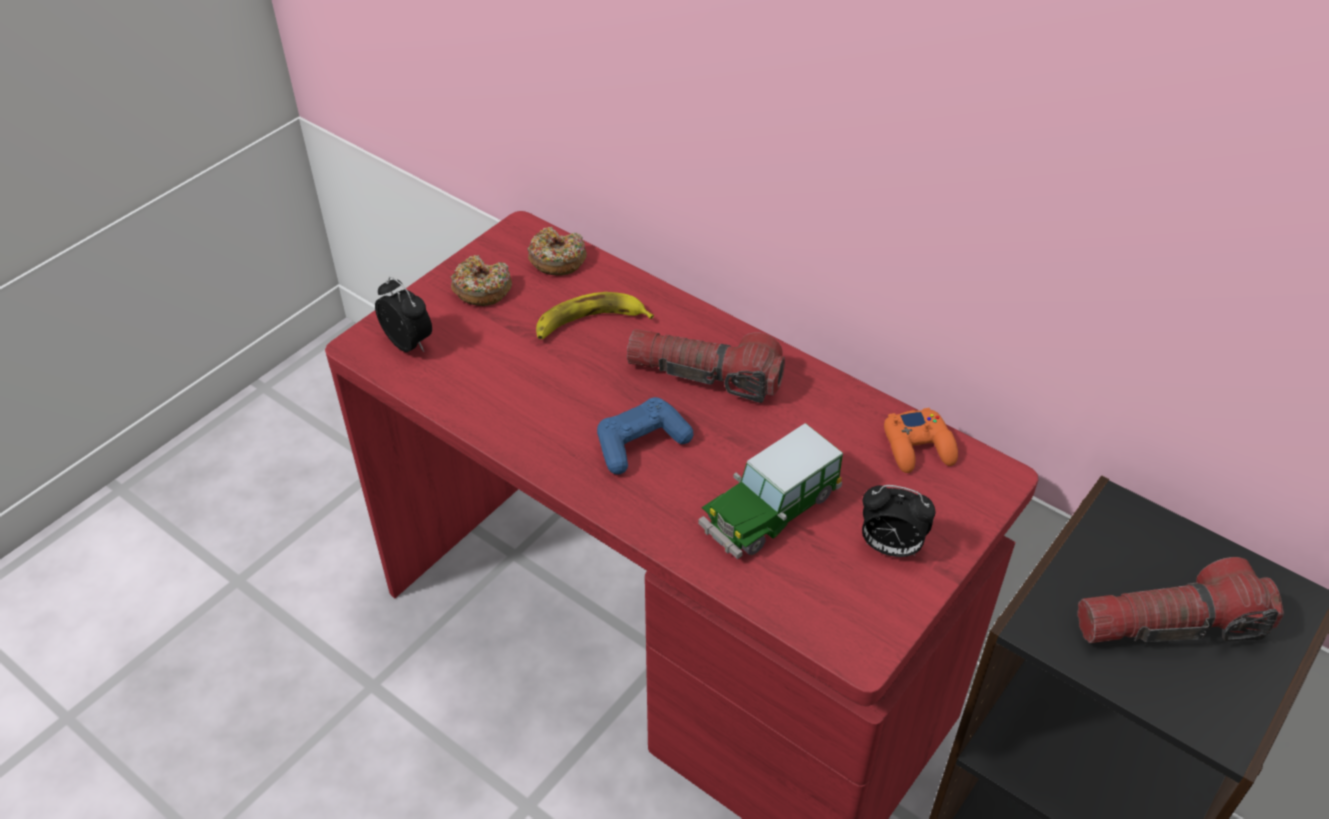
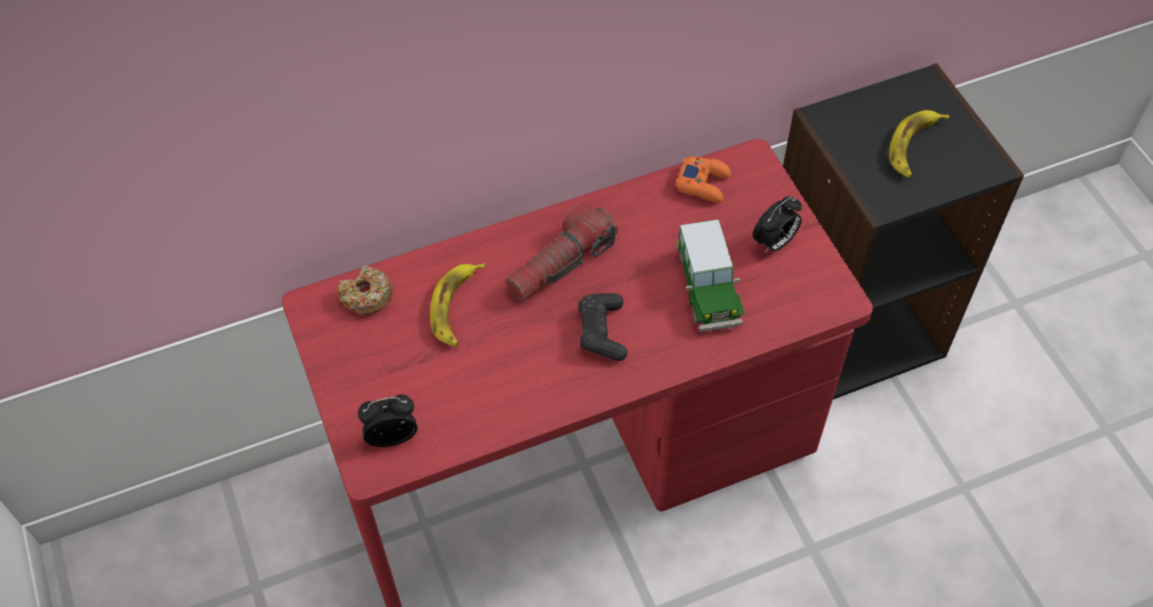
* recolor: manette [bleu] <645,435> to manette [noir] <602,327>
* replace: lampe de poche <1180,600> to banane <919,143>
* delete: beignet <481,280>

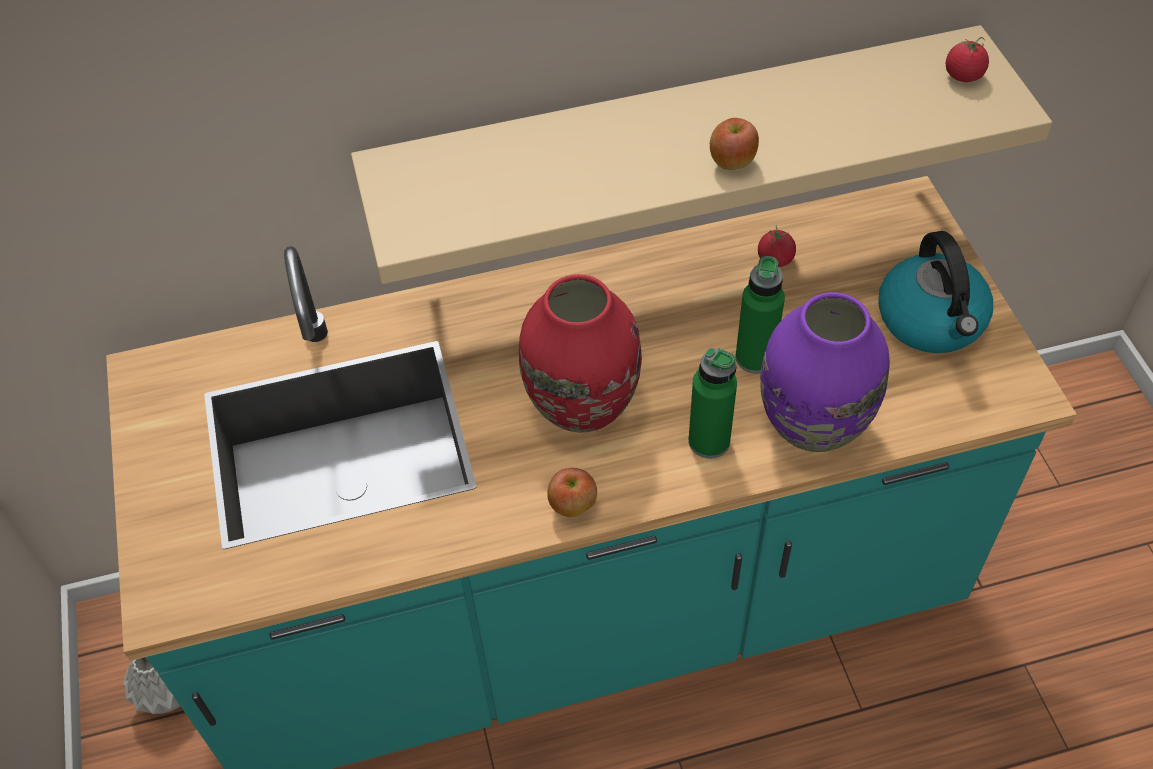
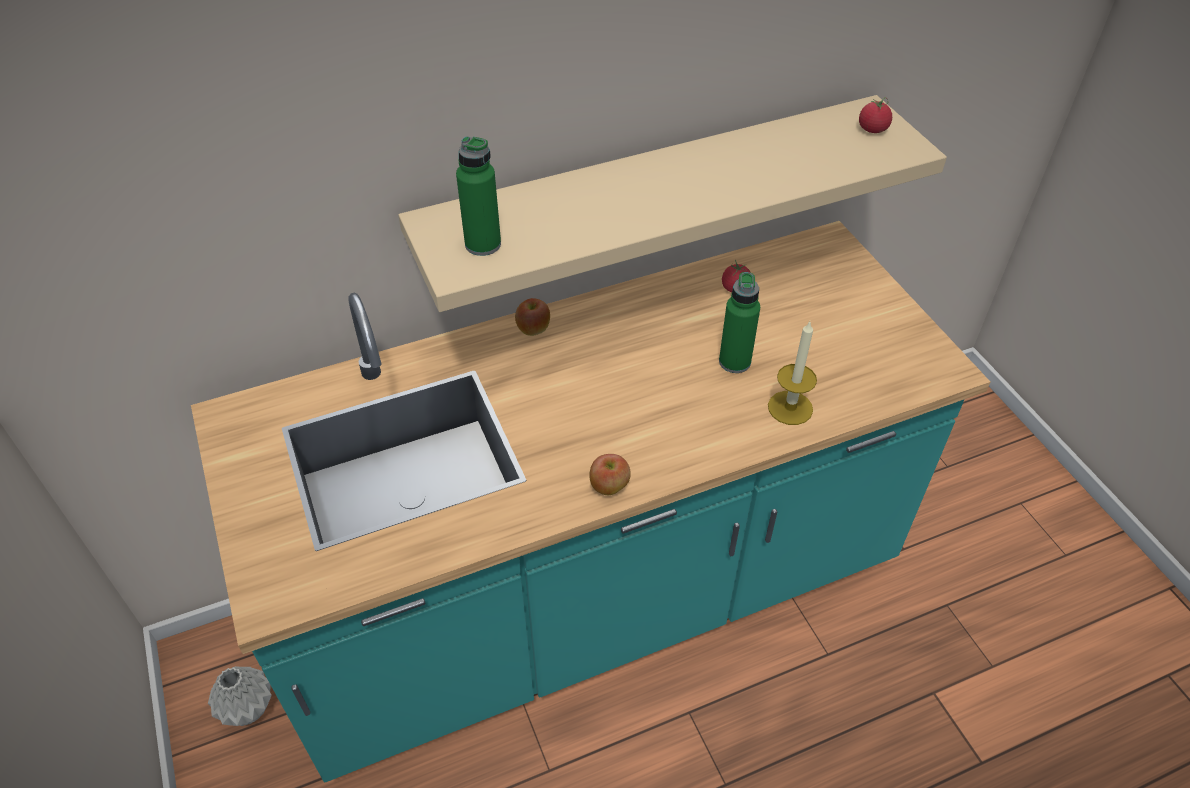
* move: bouteille [vert] <712,403> to <478,196>
* move: pomme <734,144> to <532,317>
* replace: vase [violet] <825,372> to bougie <792,373>
* delete: vase [rouge] <580,353>
* delete: bouilloire <935,292>

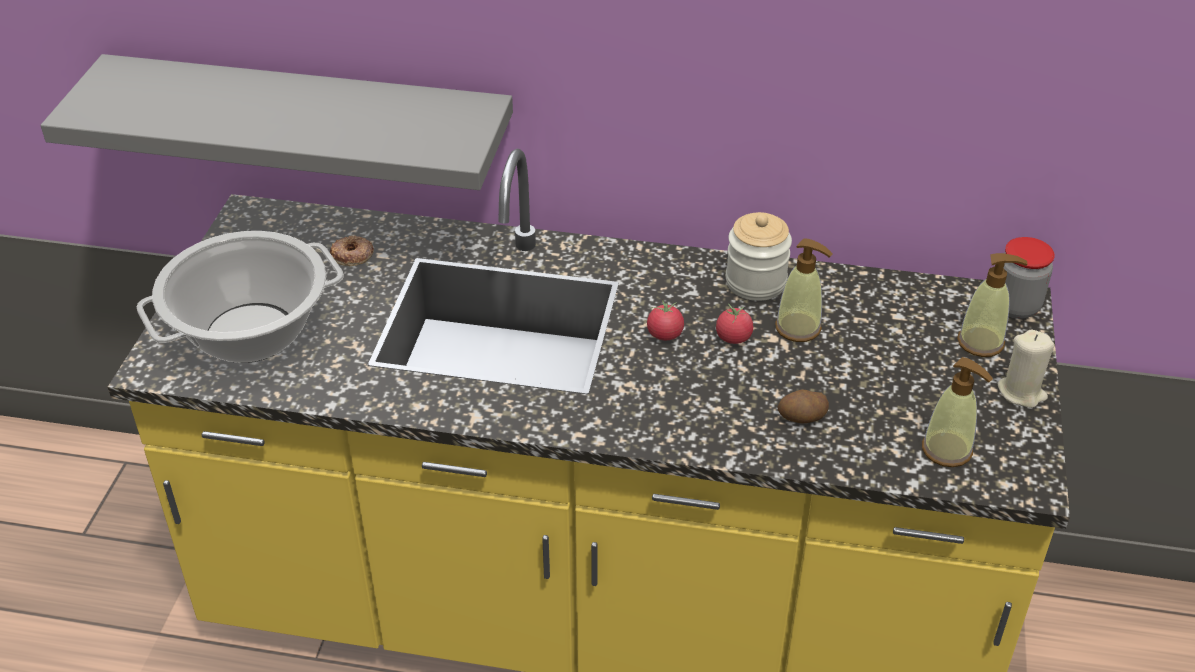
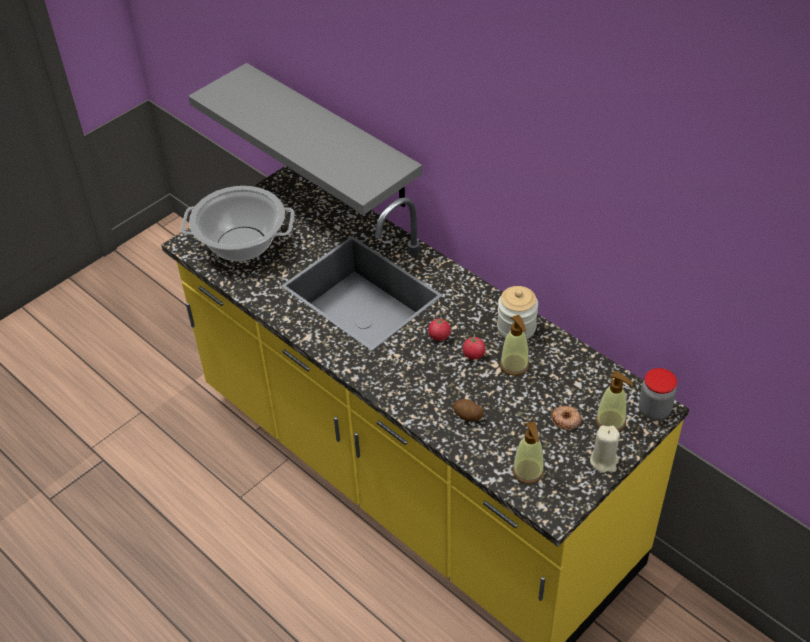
* move: beignet <352,251> to <566,418>

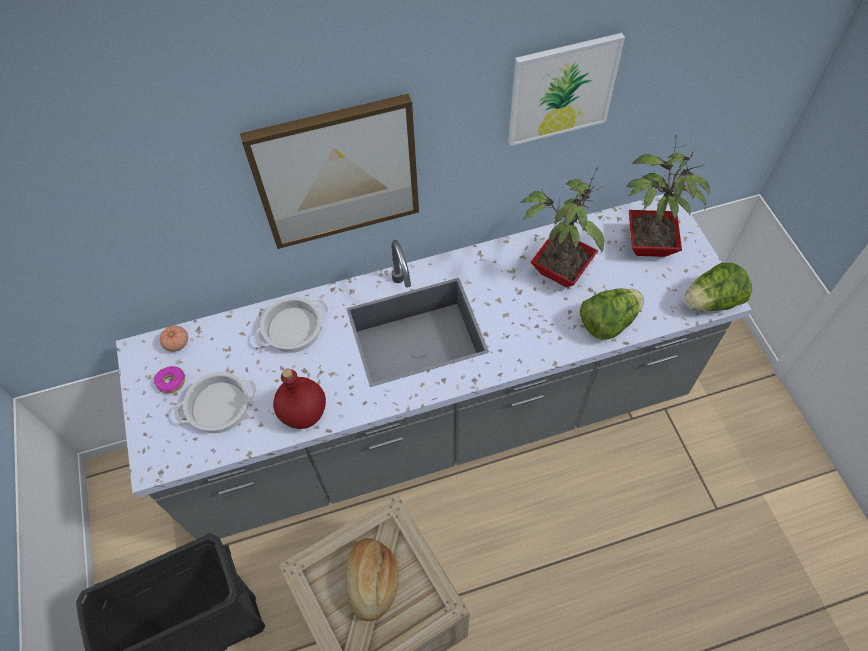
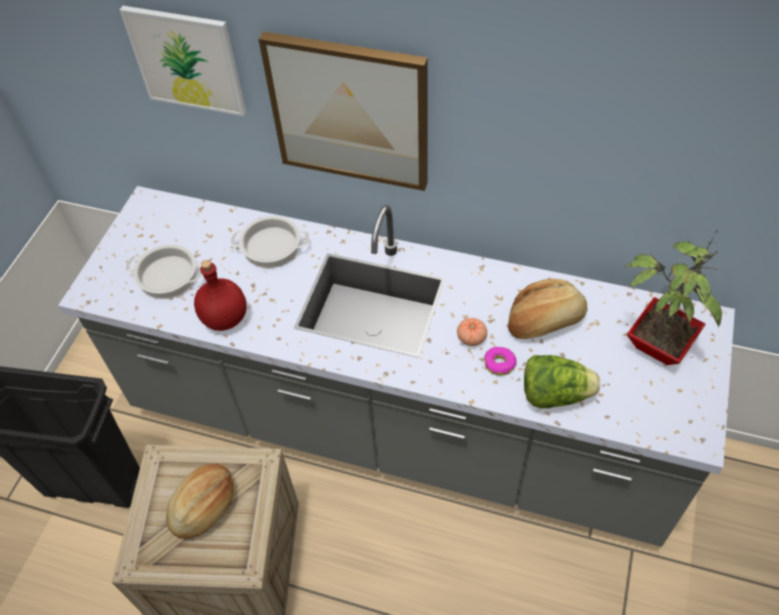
* move: tableau <566,89> to <183,61>
* move: tomate <174,339> to <472,332>
* move: beignet <169,380> to <500,361>
* replace: plante en pot <562,227> to pain <547,309>
* delete: laitue <718,287>

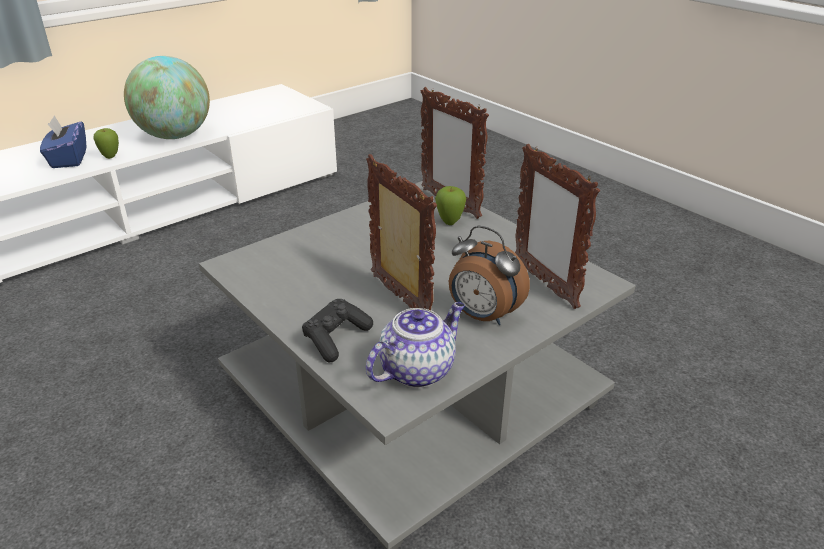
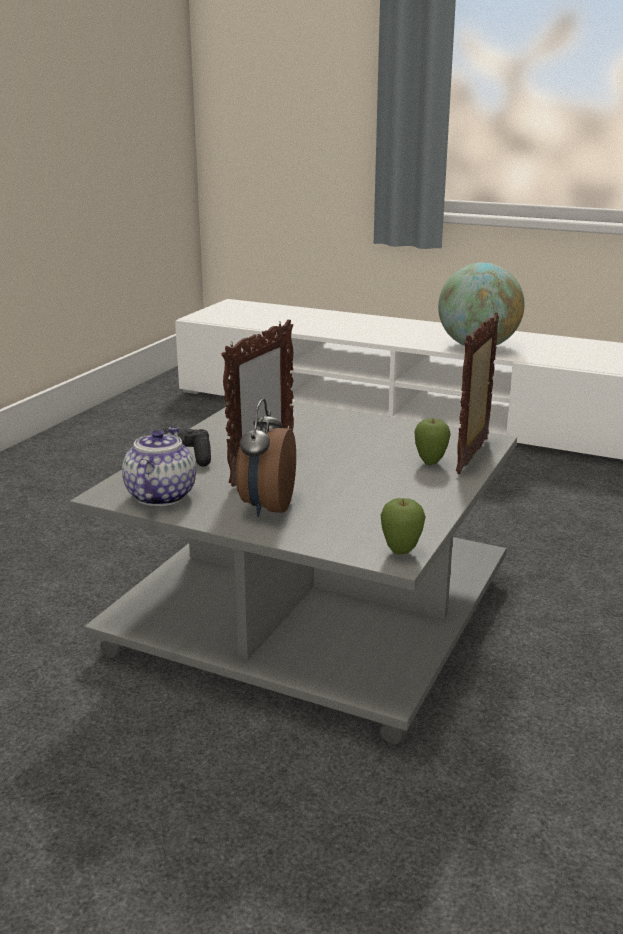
* rotate: théière <415,345> = <159,466> 105 degrees counterclockwise
* move: pomme <106,143> to <402,526>
* delete: boîte à mouchoirs [bleu] <63,142>
* delete: cadre photo <557,226>

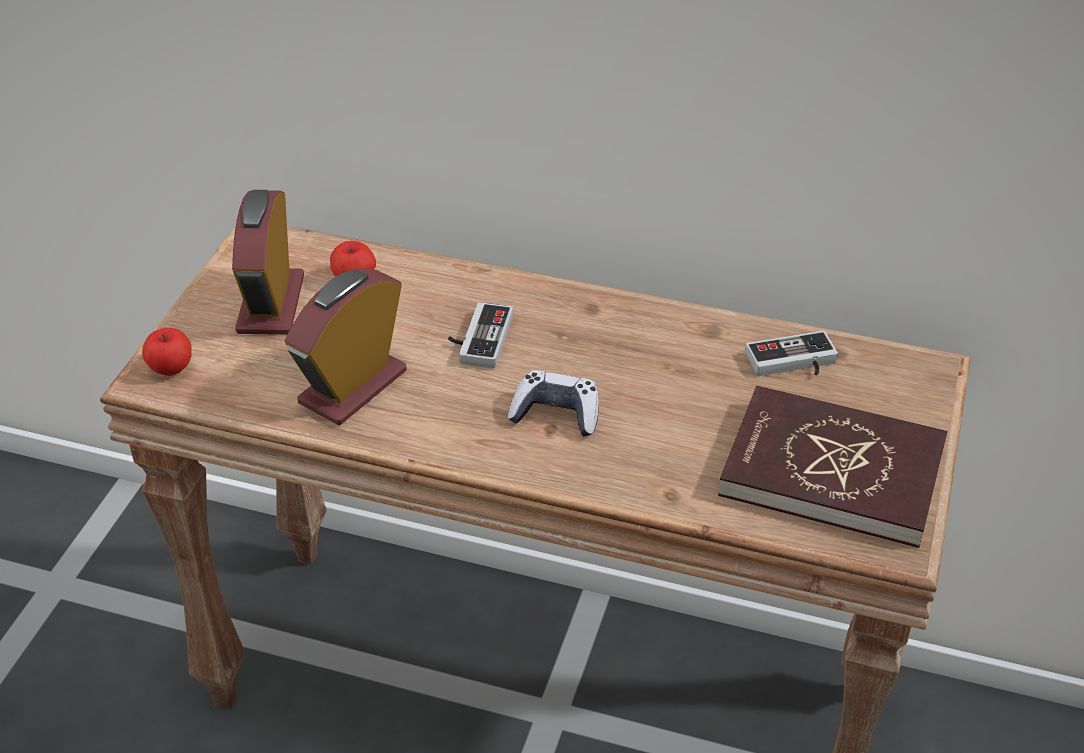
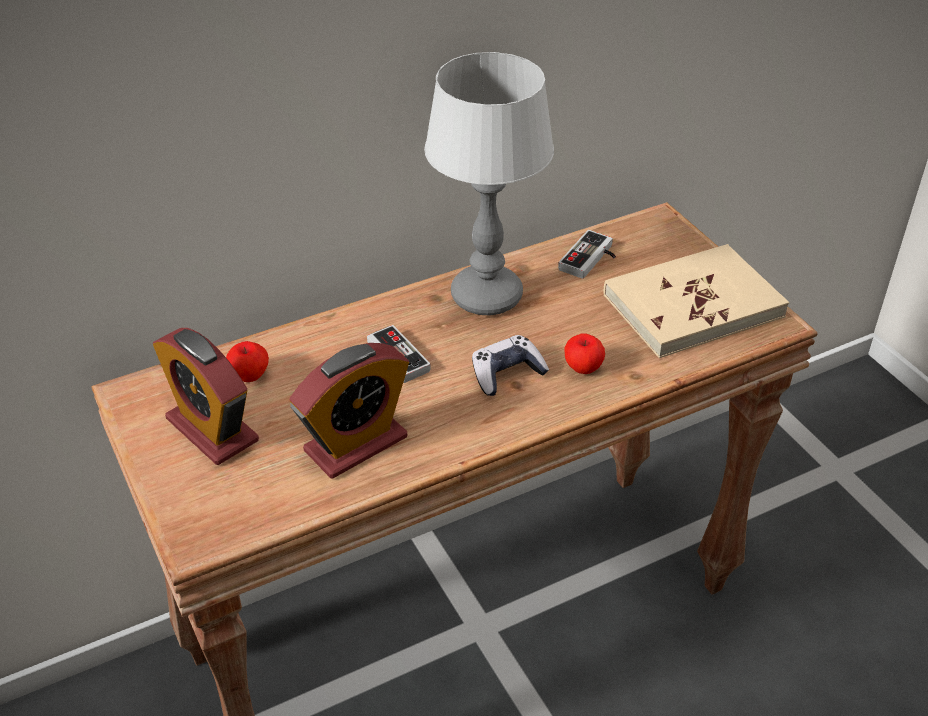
* rotate: réveil <346,346> = <349,411> 120 degrees counterclockwise
* insert: lampe de table <489,184>
* move: pomme <167,352> to <584,354>
* recolor: livre [rouge] <833,467> to livre [beige] <696,301>

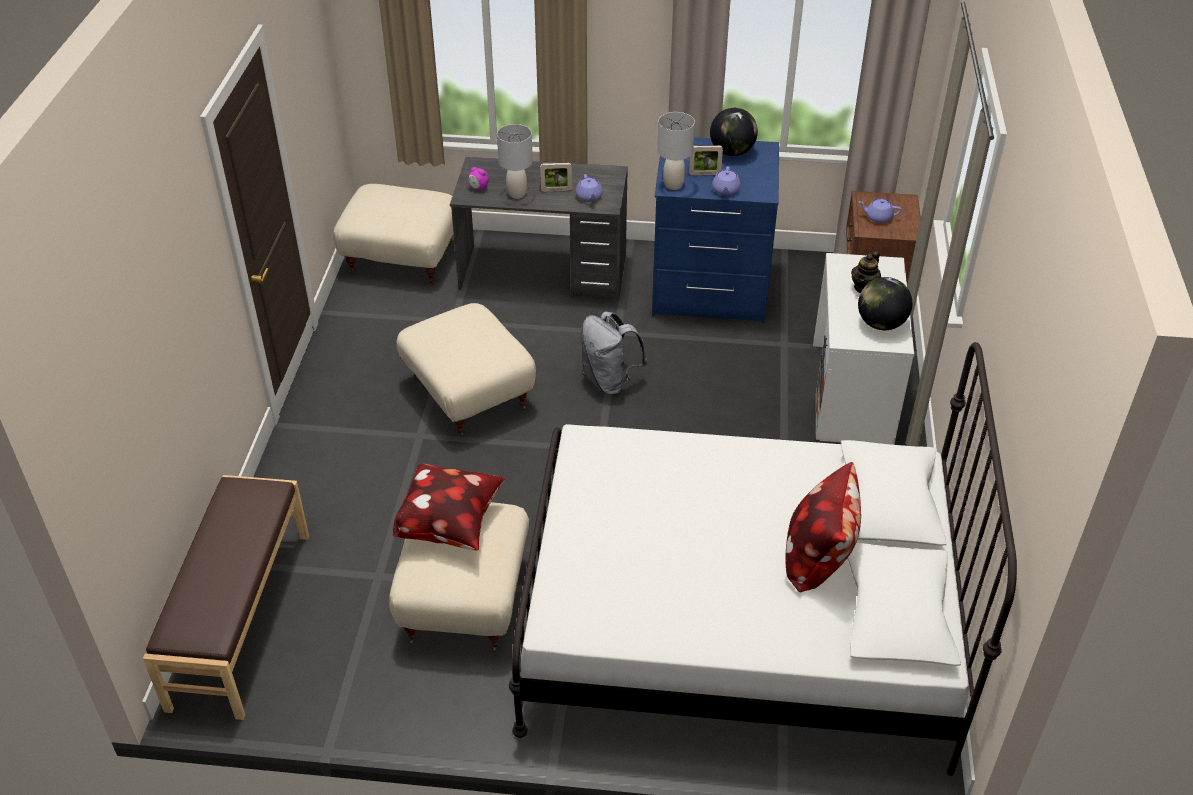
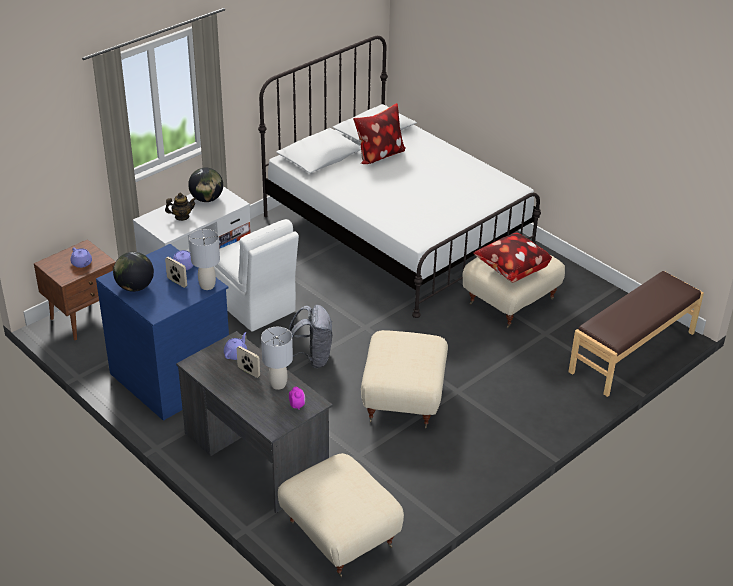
* insert: chaise [blanc] <256,275>

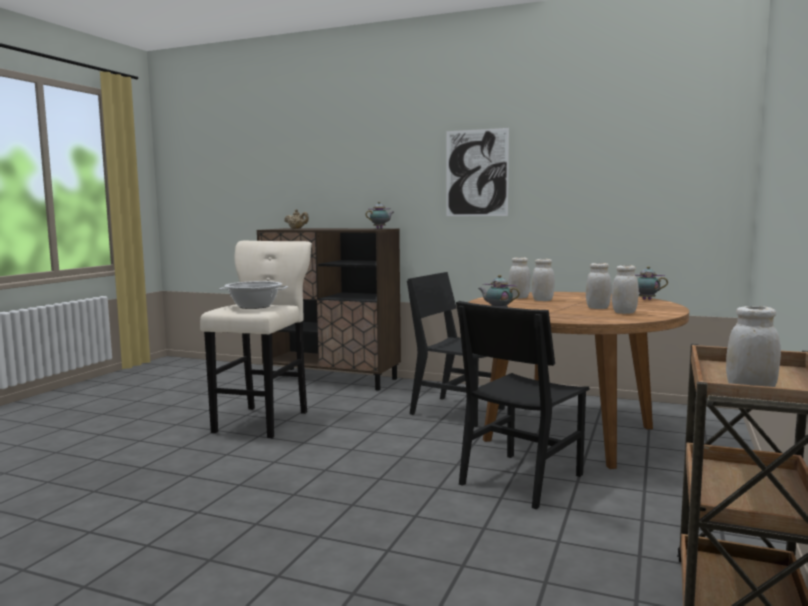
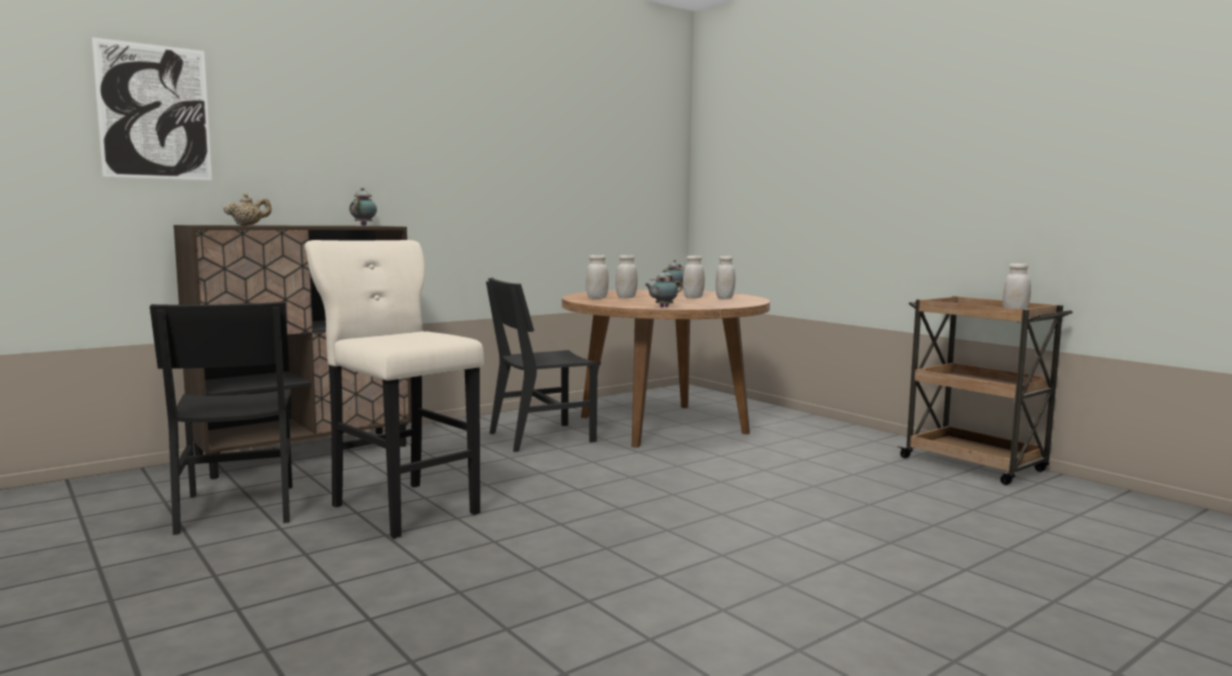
* move: tableau <477,172> to <152,108>
* move: chaise [noir] <523,405> to <221,418>
* delete: marmite <253,295>

